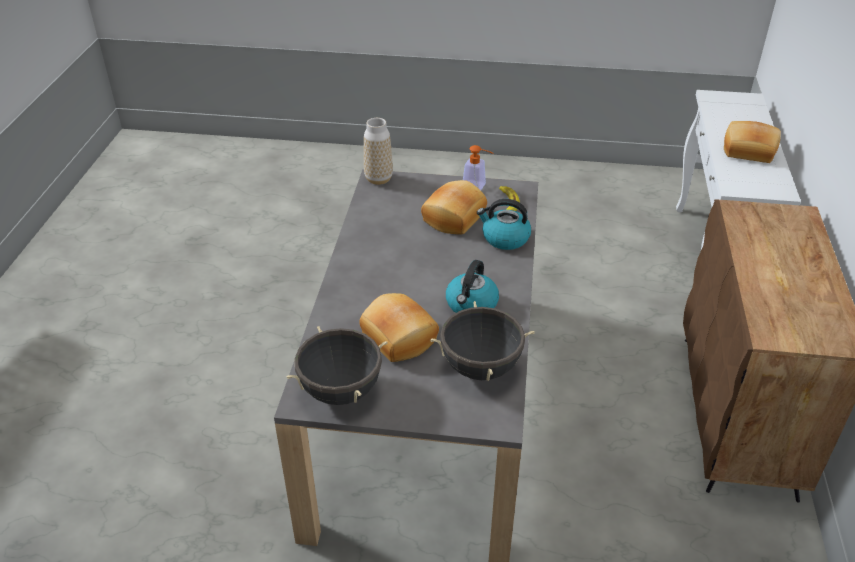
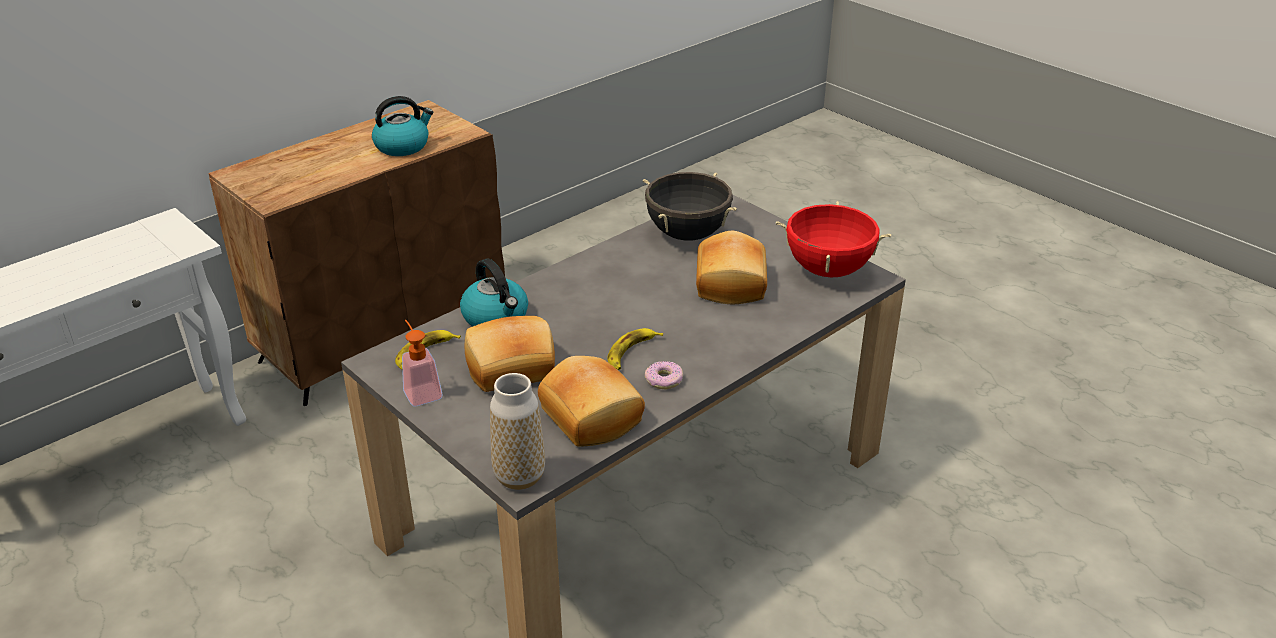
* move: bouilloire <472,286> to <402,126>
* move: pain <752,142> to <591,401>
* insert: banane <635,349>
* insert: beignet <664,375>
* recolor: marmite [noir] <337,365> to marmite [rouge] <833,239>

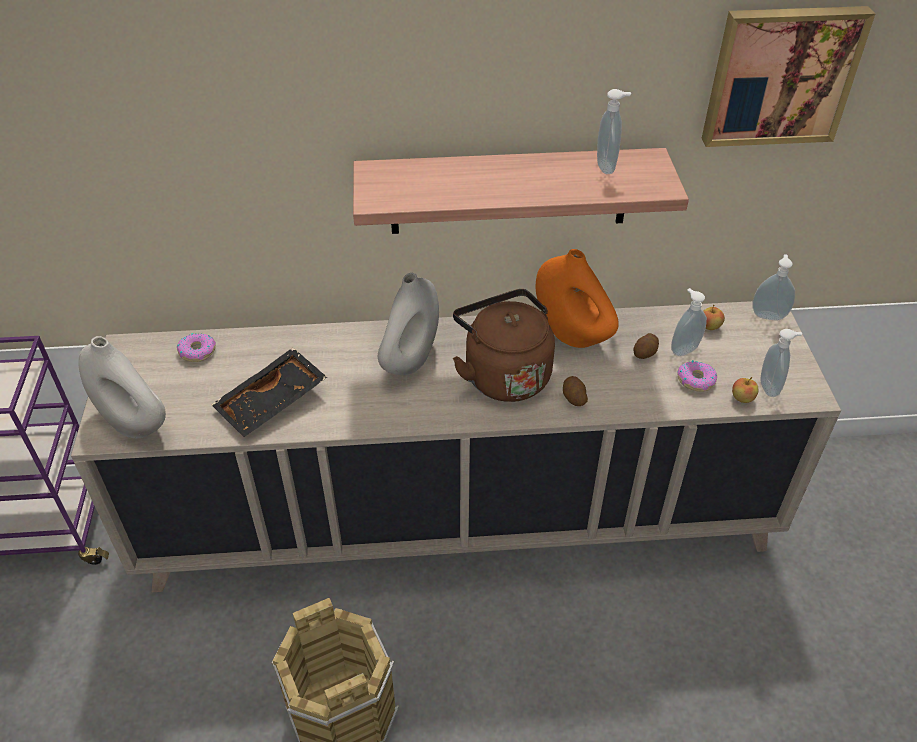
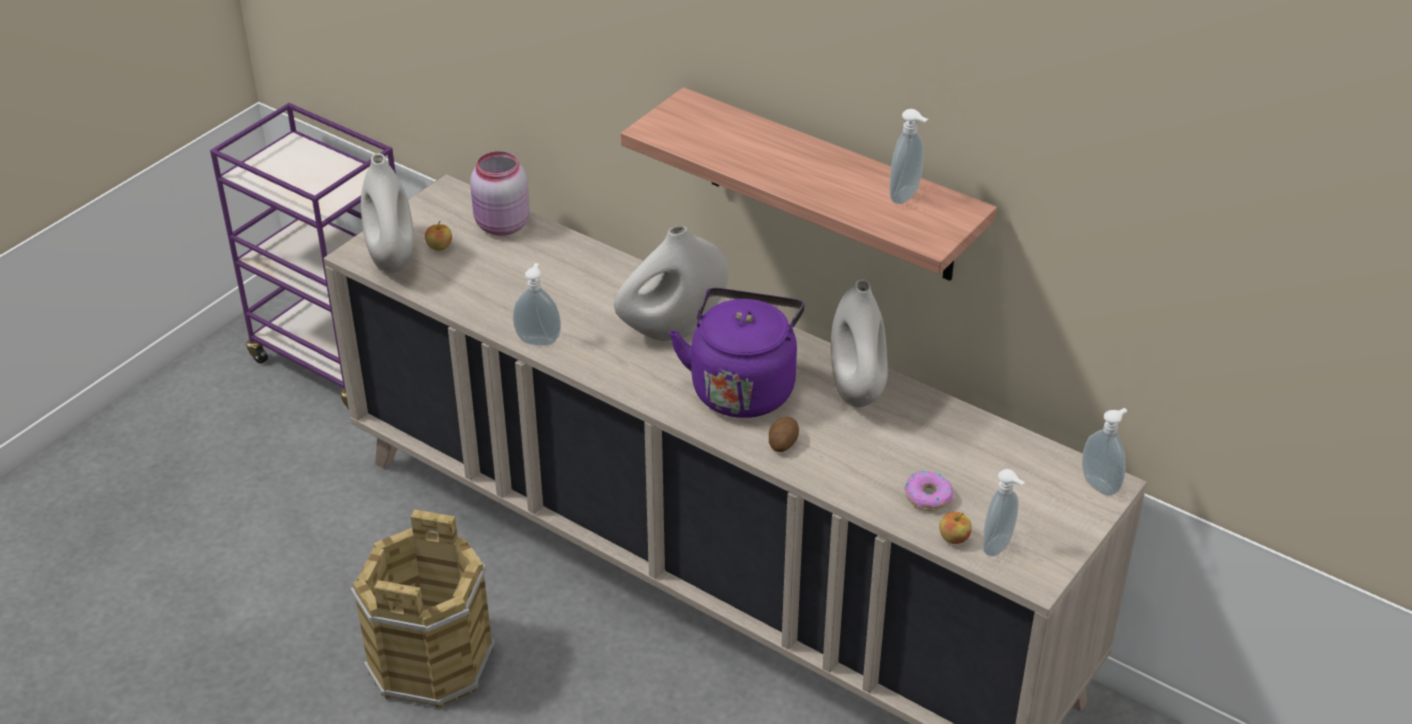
* move: pomme <714,317> to <438,235>
* replace: beignet <196,347> to bocal [rose] <500,193>
* move: distributeur de savon <689,322> to <537,304>
* recolor: bouilloire [marron] <504,345> to bouilloire [violet] <737,353>
* recolor: vase [orange] <577,298> to vase [blanc] <859,343>
* delete: plateau [noir] <269,392>
* delete: pomme de terre <646,346>
* delete: tableau <788,76>

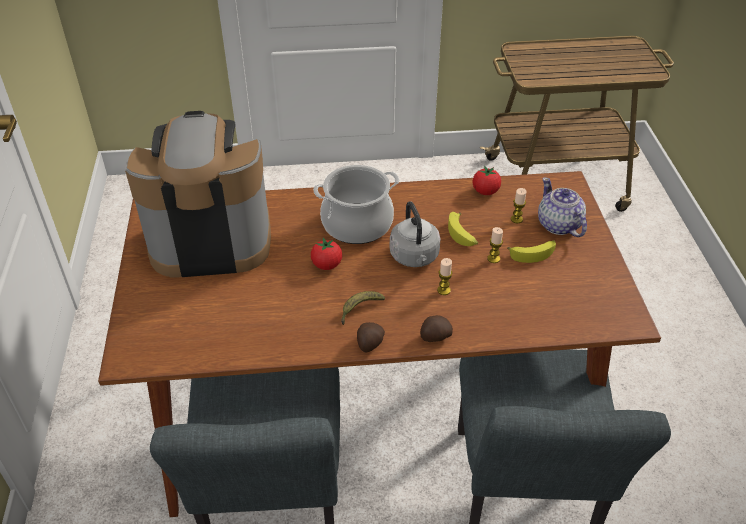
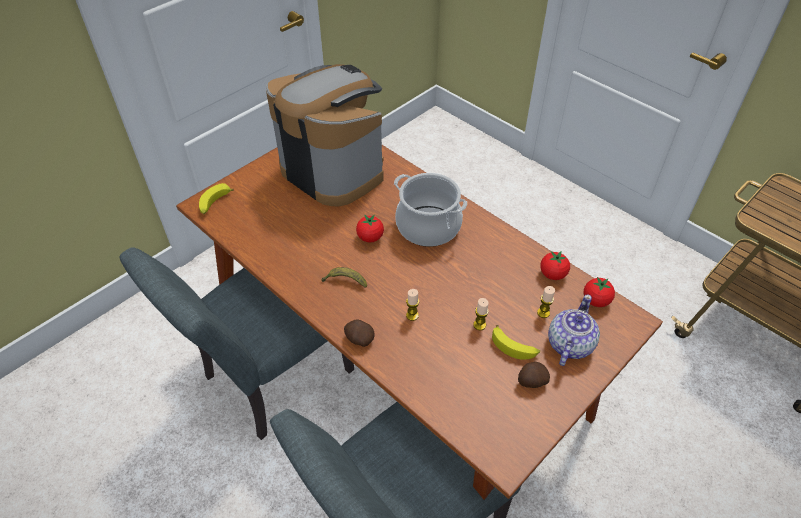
* move: banane <463,229> to <216,198>
* move: pomme de terre <371,337> to <534,375>
* insert: tomate <599,292>
* delete: bouilloire [gris] <415,234>

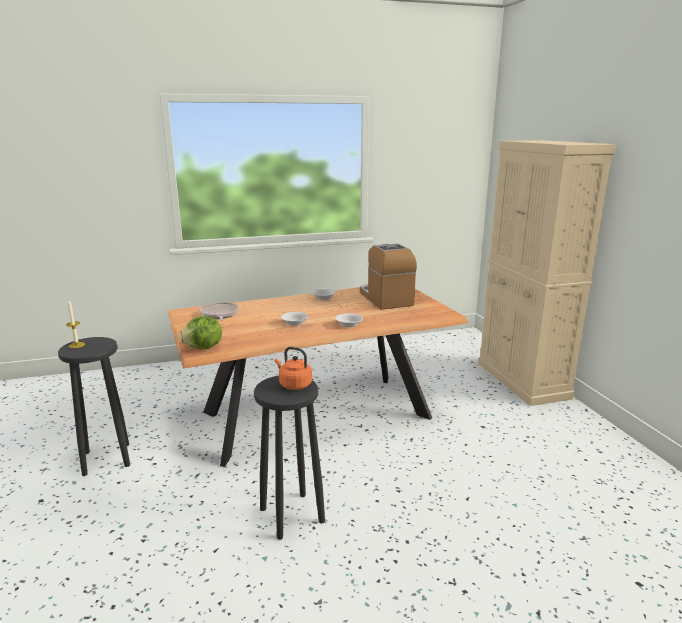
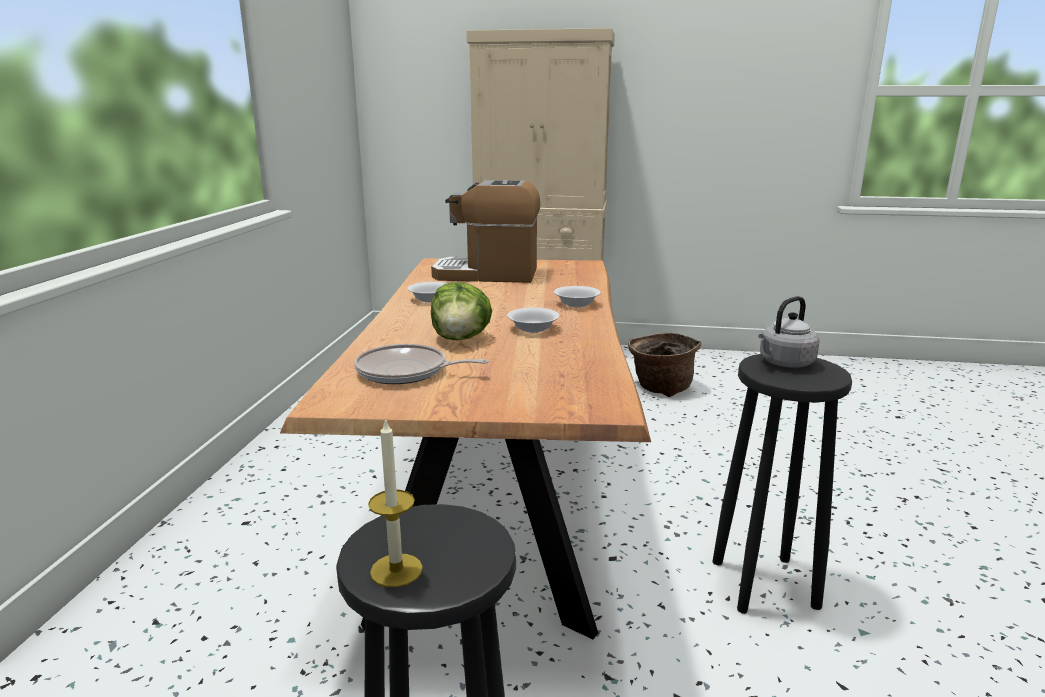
* move: laitue <200,332> to <461,311>
* insert: panier <665,365>
* recolor: bouilloire [orange] <293,368> to bouilloire [gris] <789,332>

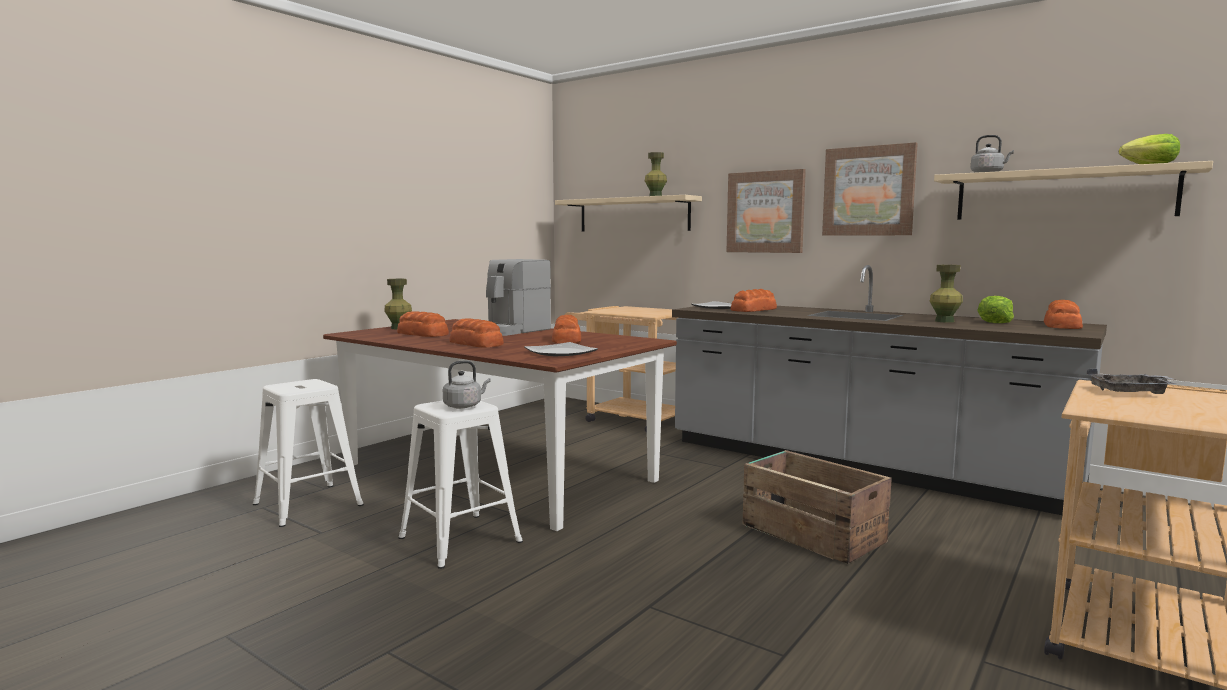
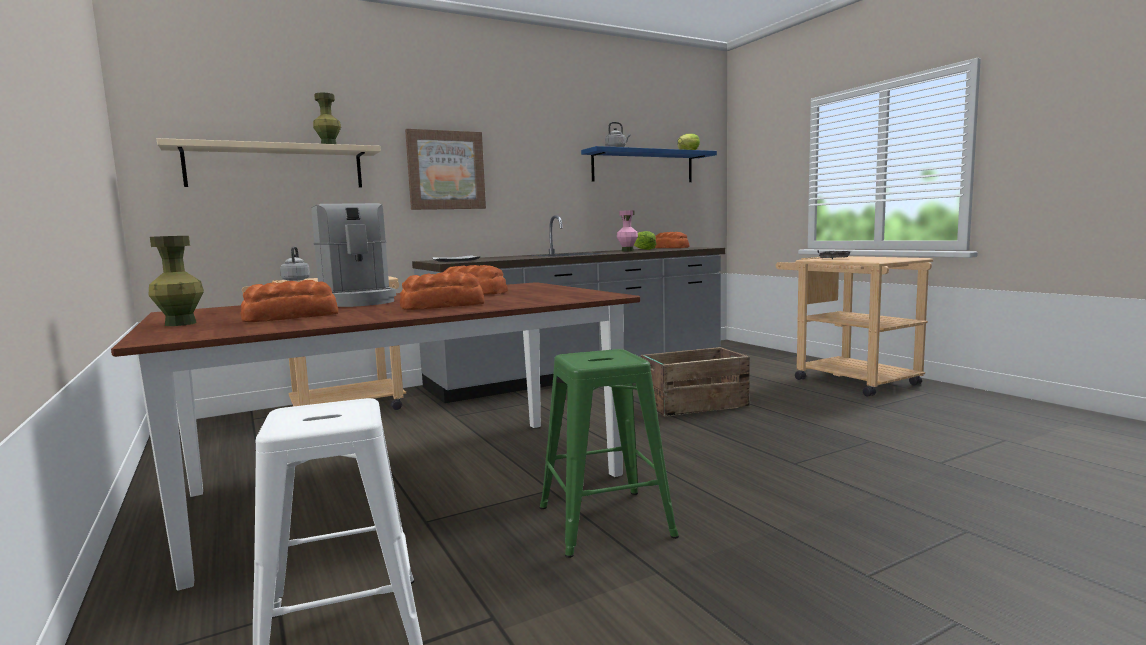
* move: bouilloire [gris] <467,384> to <295,263>
* recolor: tabouret [blanc] <460,485> to tabouret [vert] <609,453>
* recolor: étagère [beige] <1073,190> to étagère [bleu] <649,164>
* recolor: vase [vert] <946,294> to vase [rose] <627,231>
* delete: assiette <561,349>
* delete: pain <754,300>
* delete: tableau <870,189>

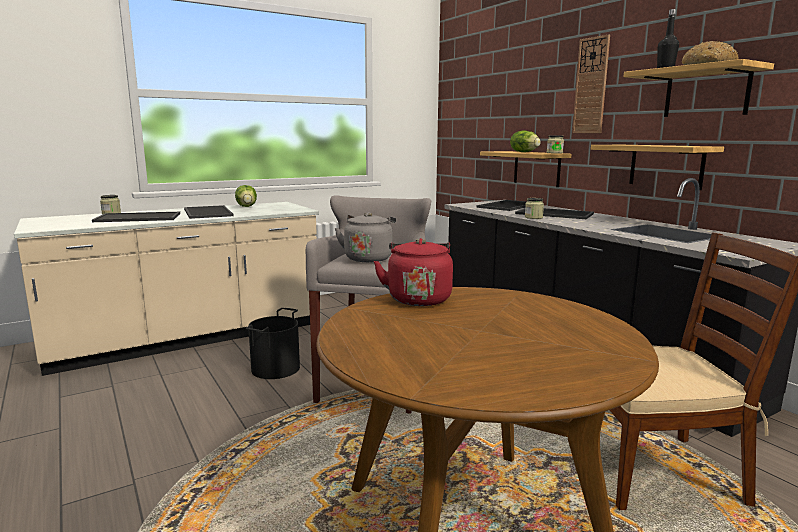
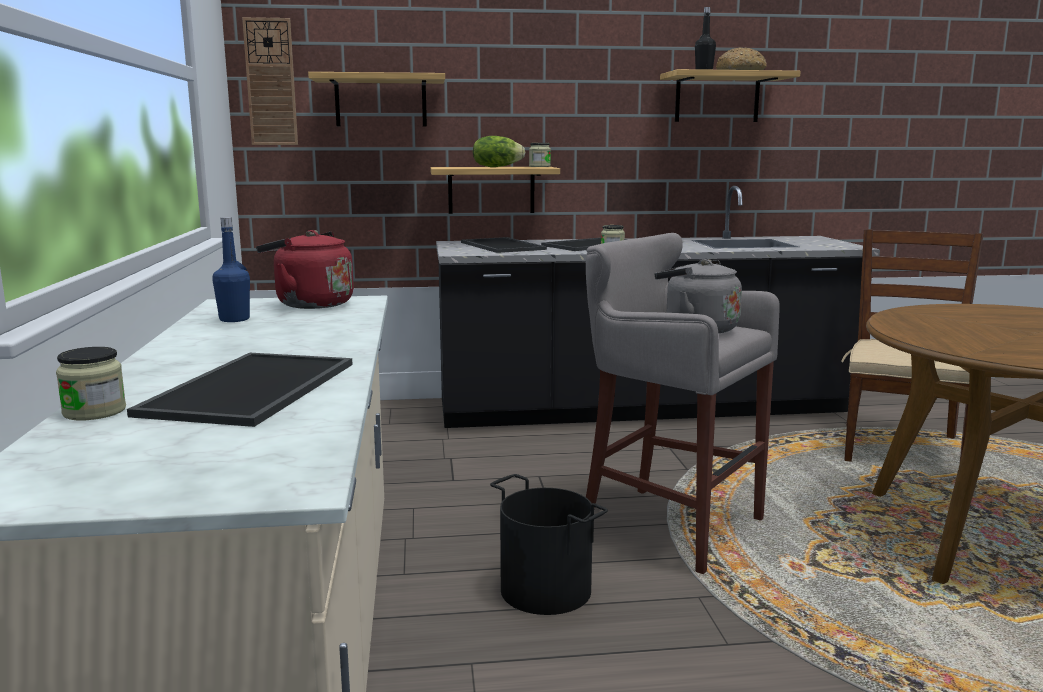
* replace: laitue <246,196> to bouteille [bleu] <231,269>
* move: horloge murale <591,83> to <270,81>
* move: bouilloire [rouge] <413,272> to <305,269>
* move: étagère <657,167> to <376,99>
* delete: plateau <209,212>

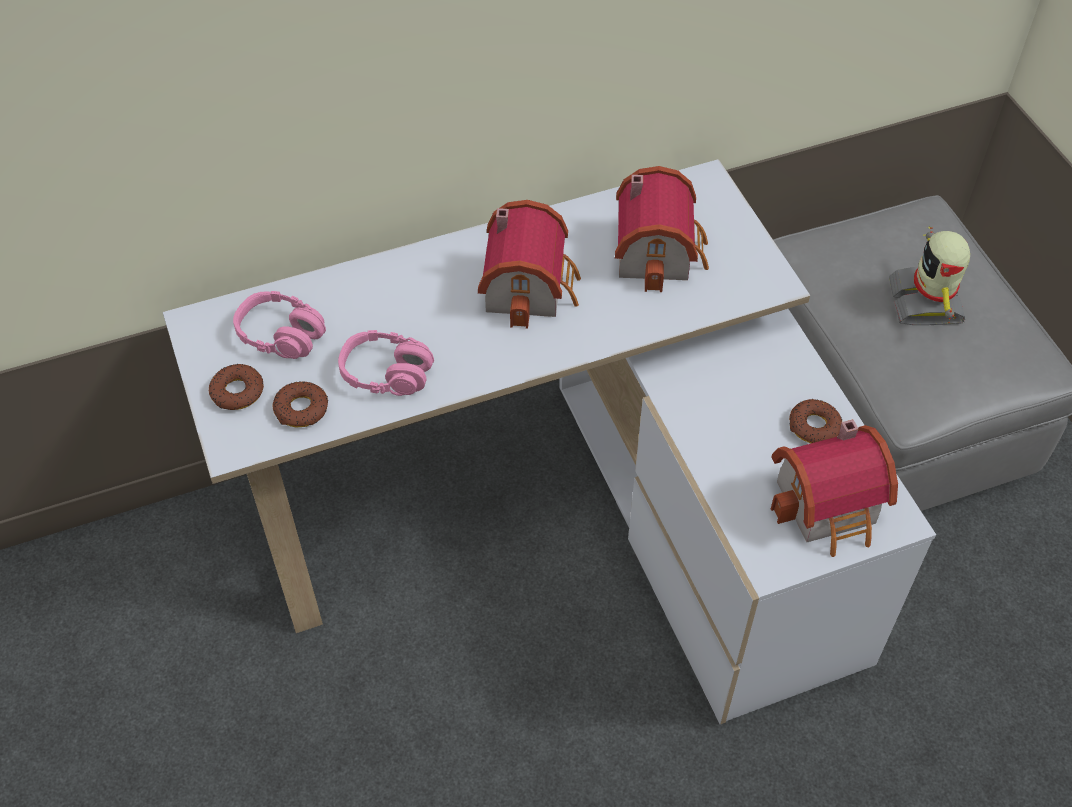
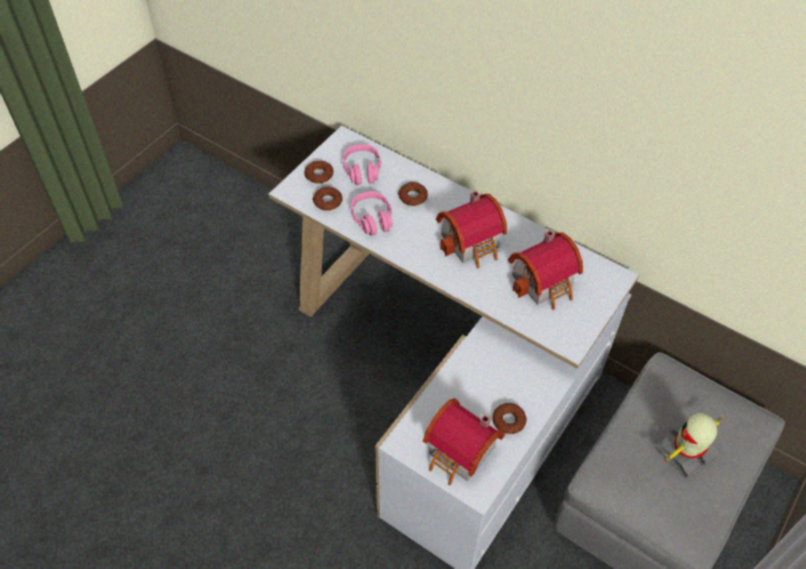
* insert: beignet <413,194>

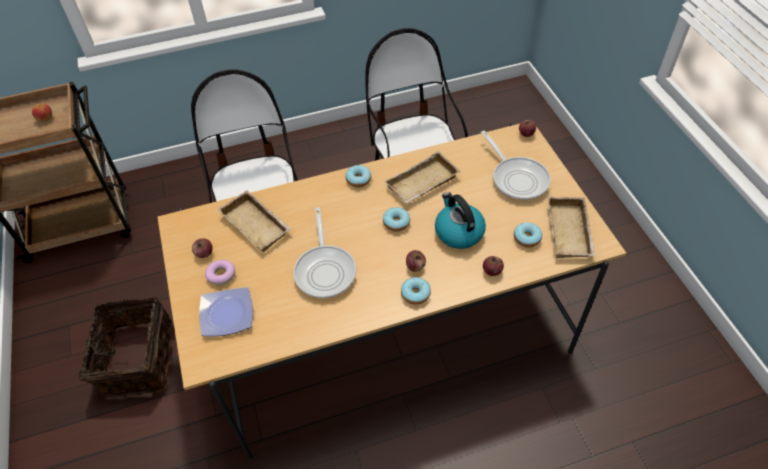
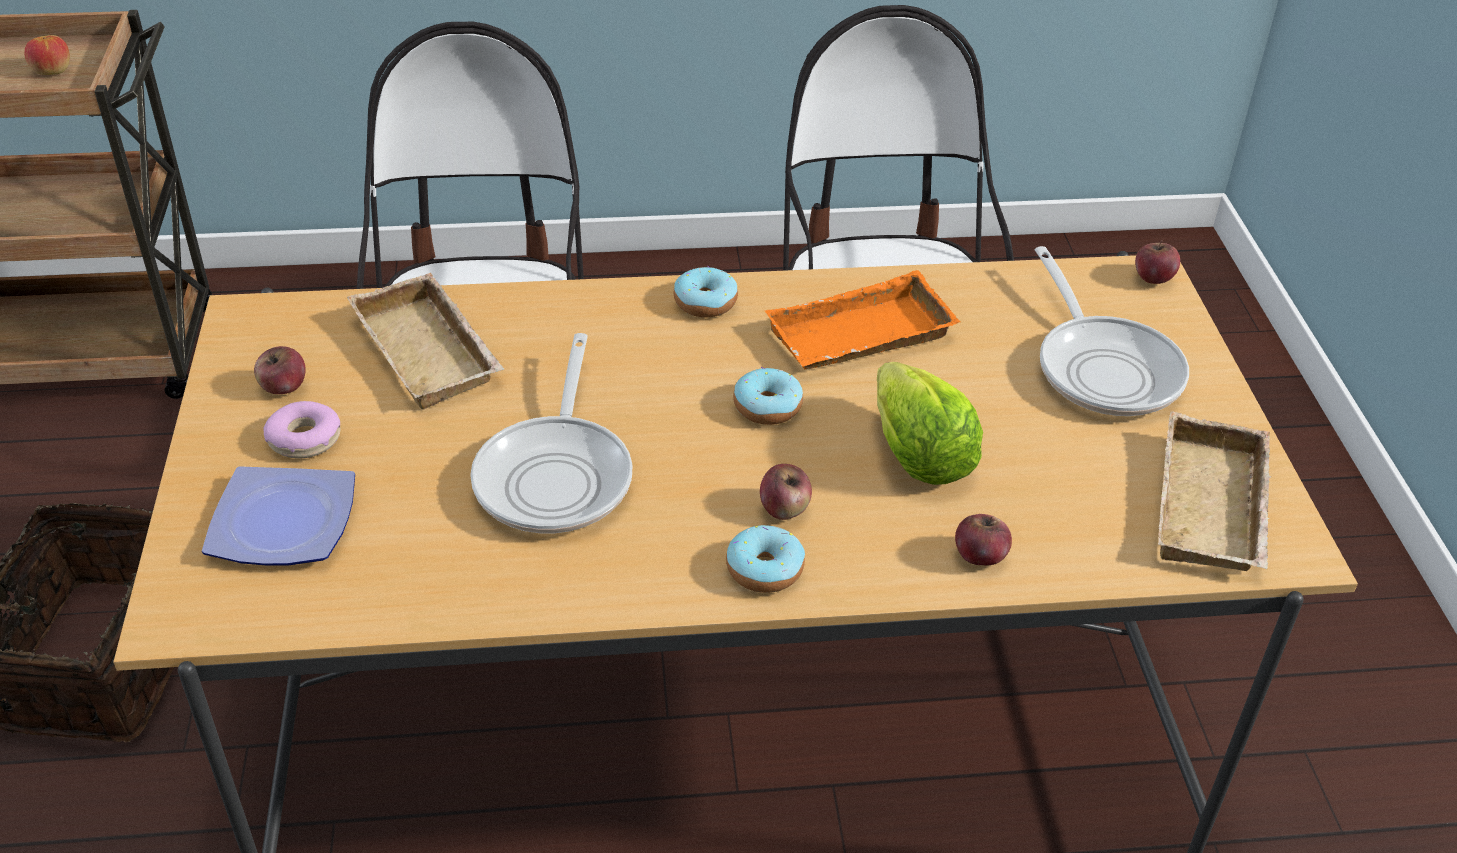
* recolor: plateau [beige] <423,177> to plateau [orange] <863,319>
* replace: bouilloire <460,220> to laitue <930,423>
* delete: beignet <528,234>

